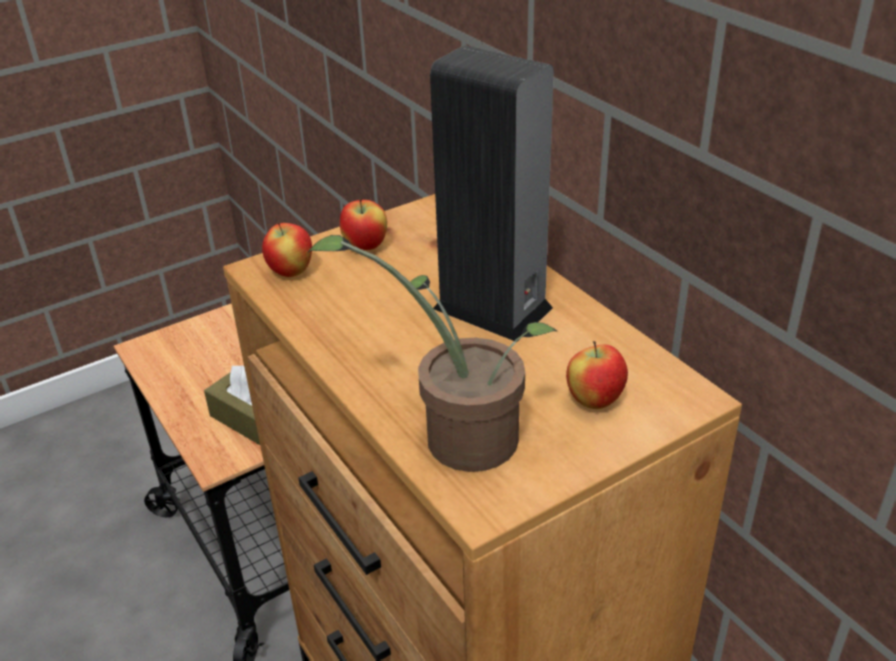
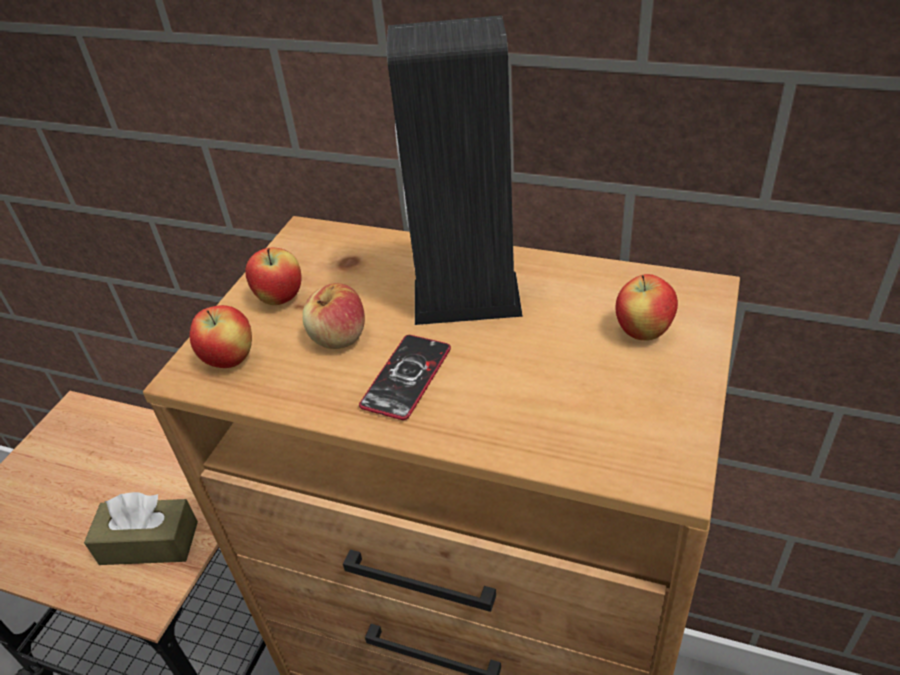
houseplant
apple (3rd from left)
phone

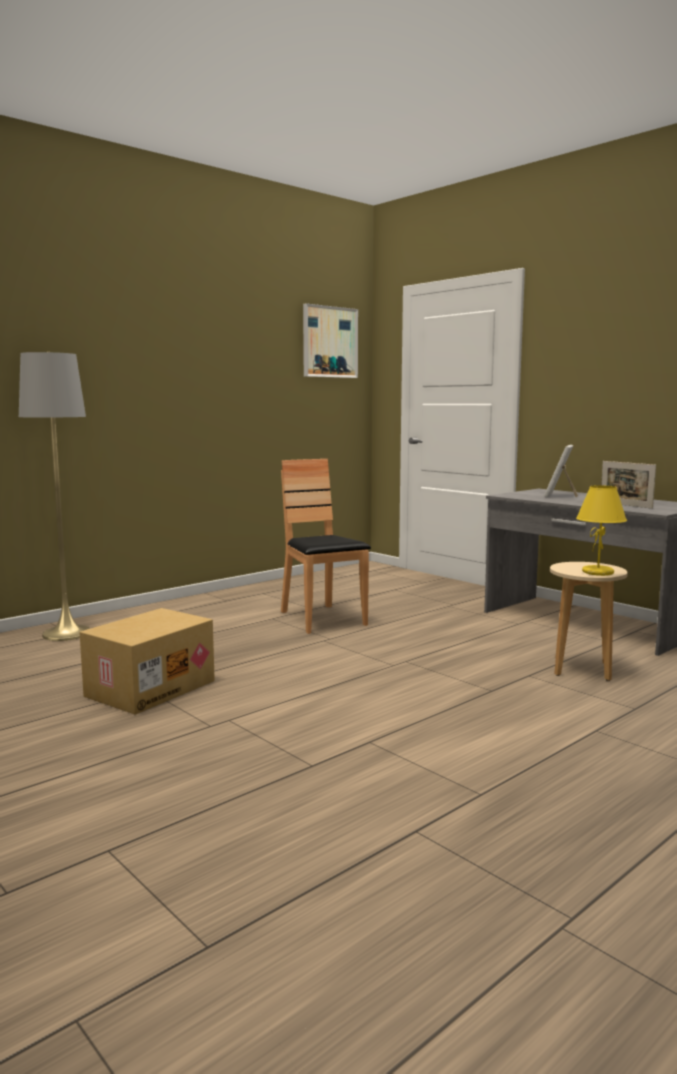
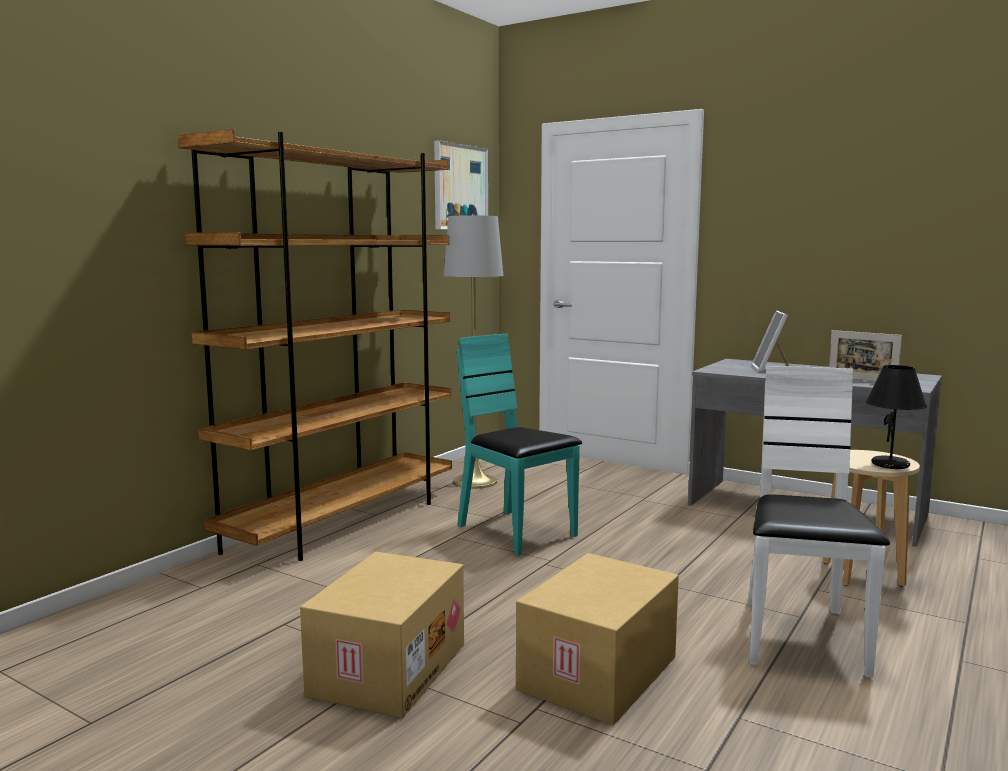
brown bookshelf
carton (2nd from left)
whitish chair
grey standard lamp
turquoise-coloured chair
black table lamp

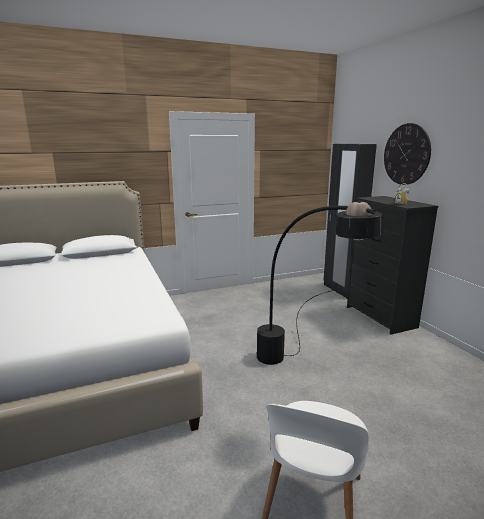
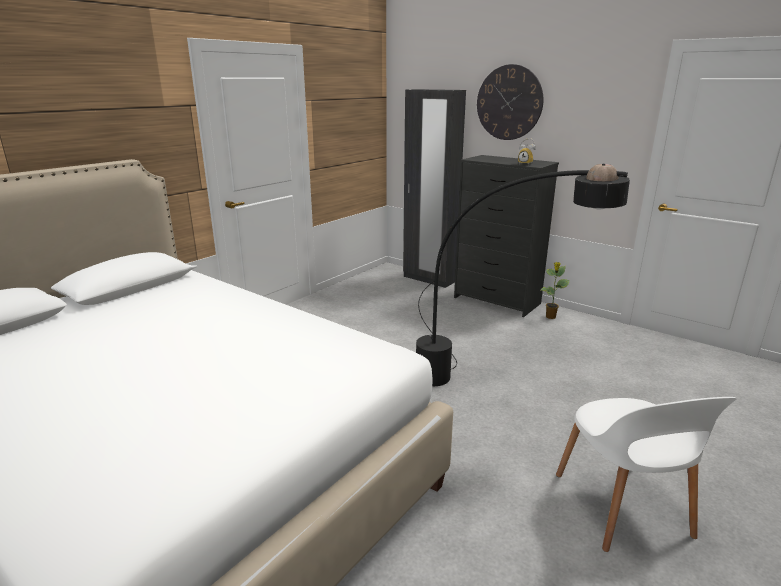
houseplant

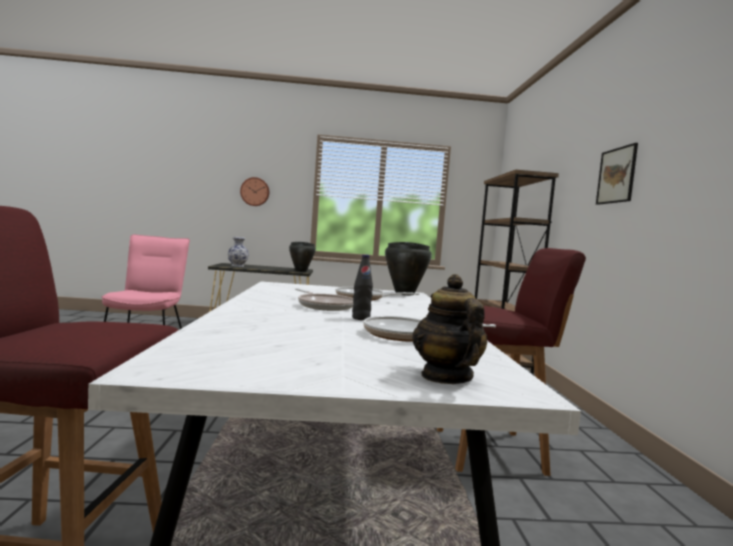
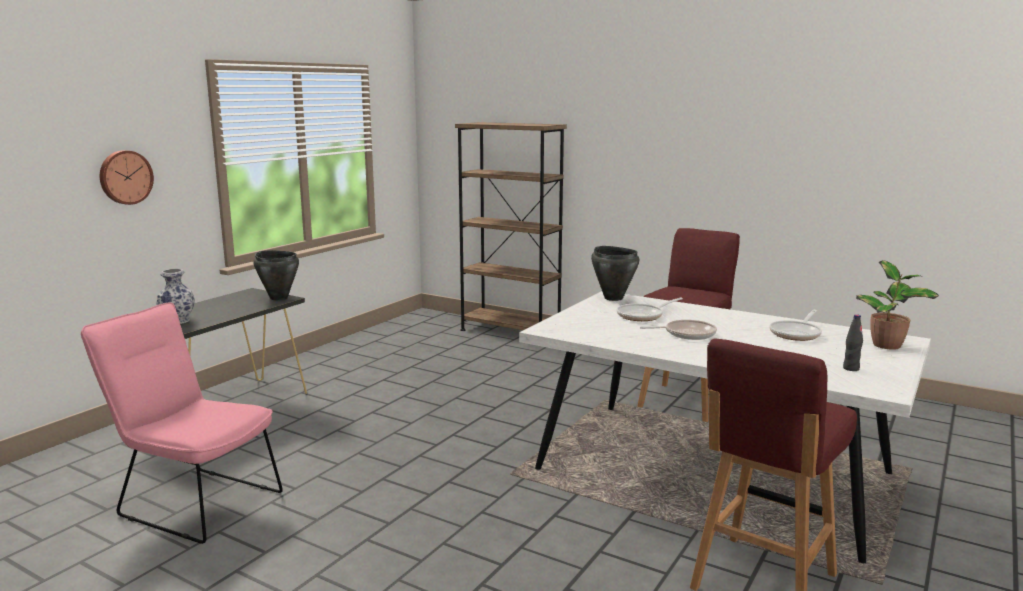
wall art
black drink bottle
houseplant

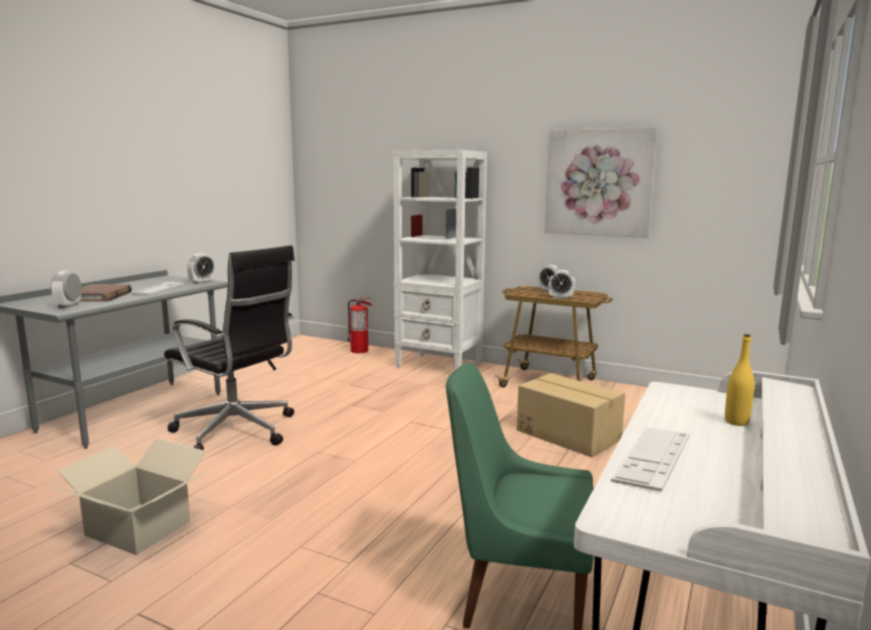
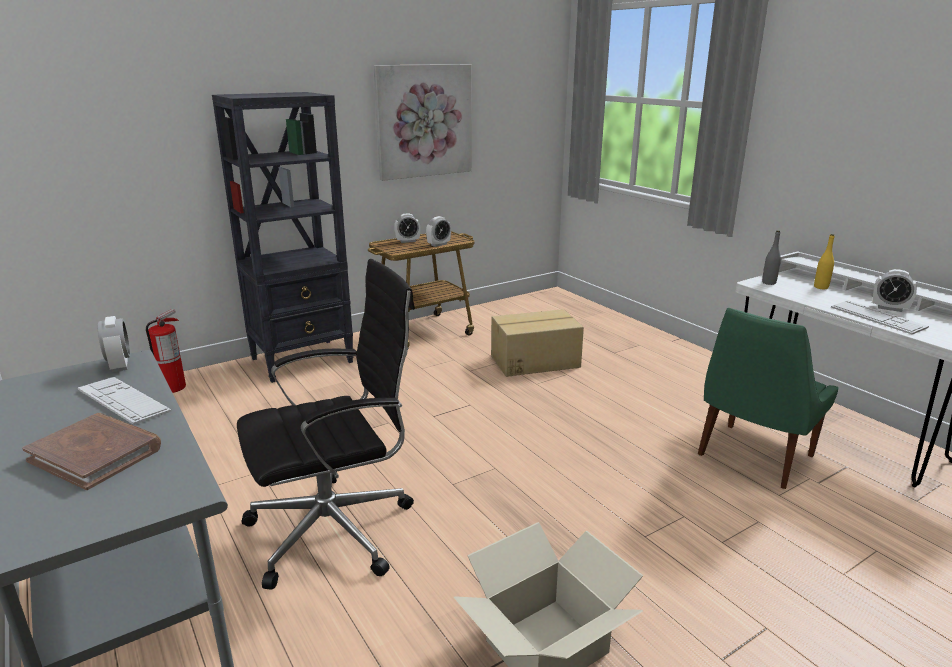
grey drink bottle
bedside clock (4th from left)
black bookshelf

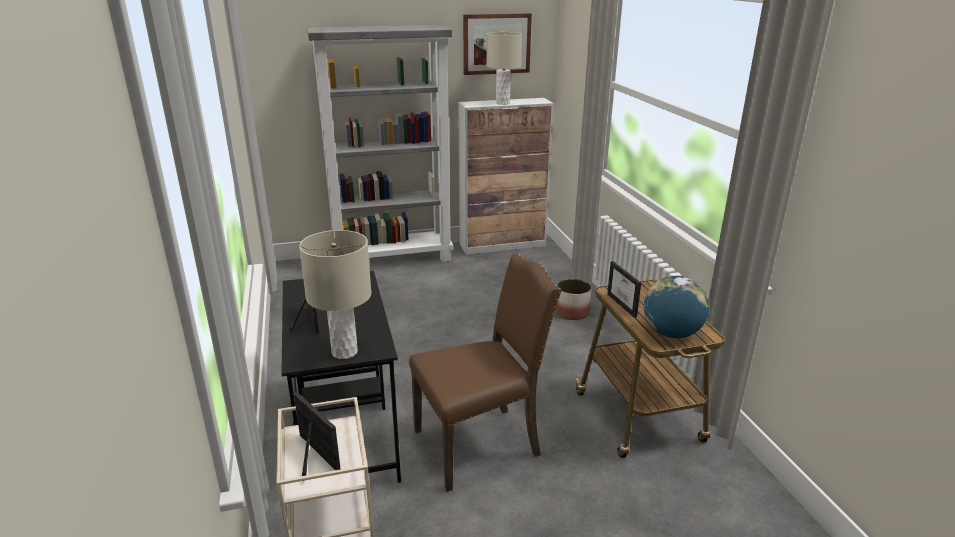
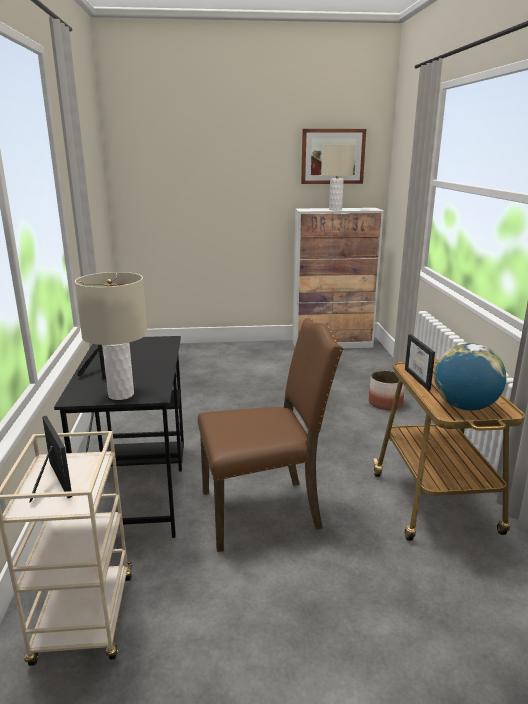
grey bookshelf

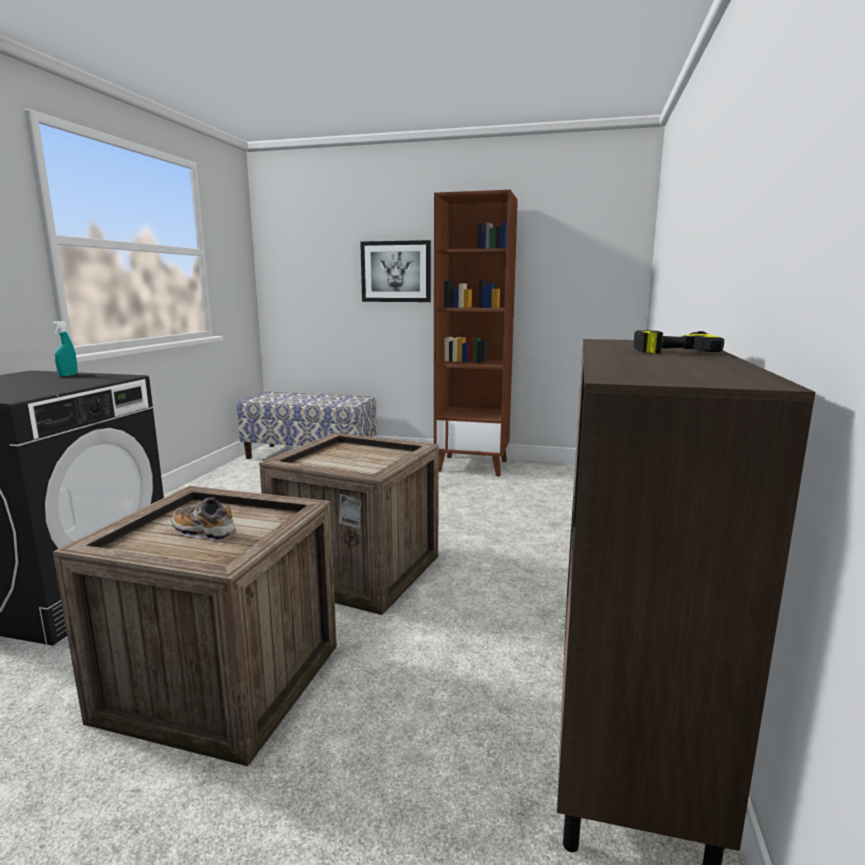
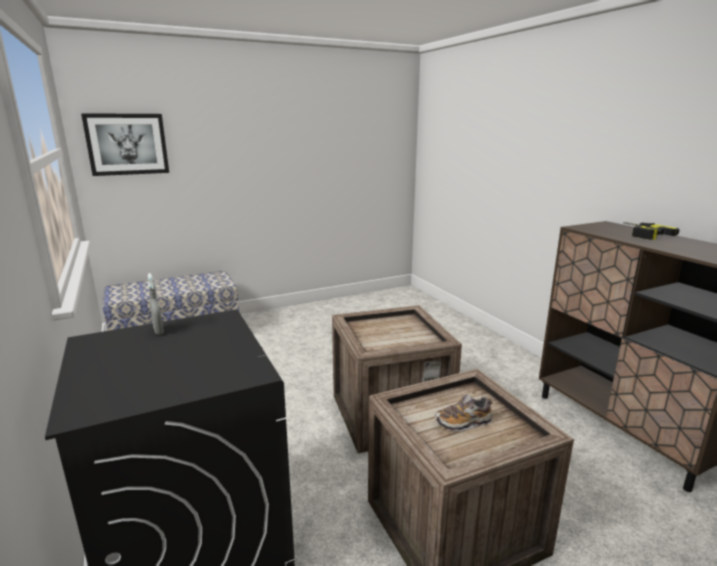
brown bookshelf
wall art
grey spray bottle

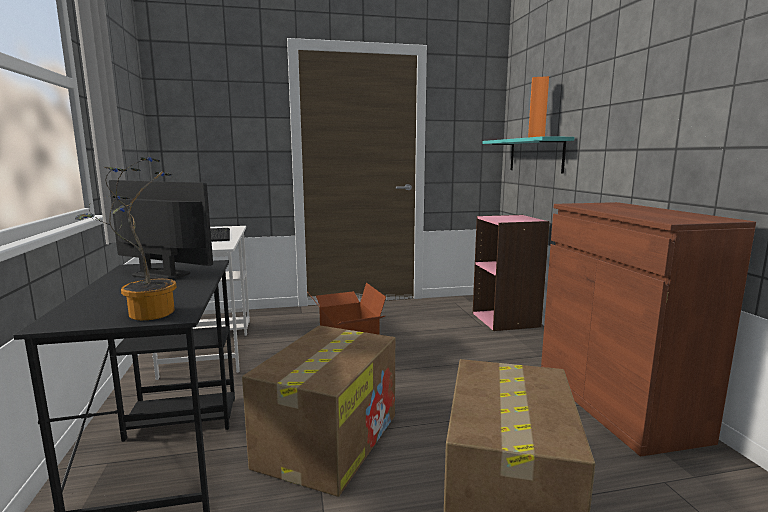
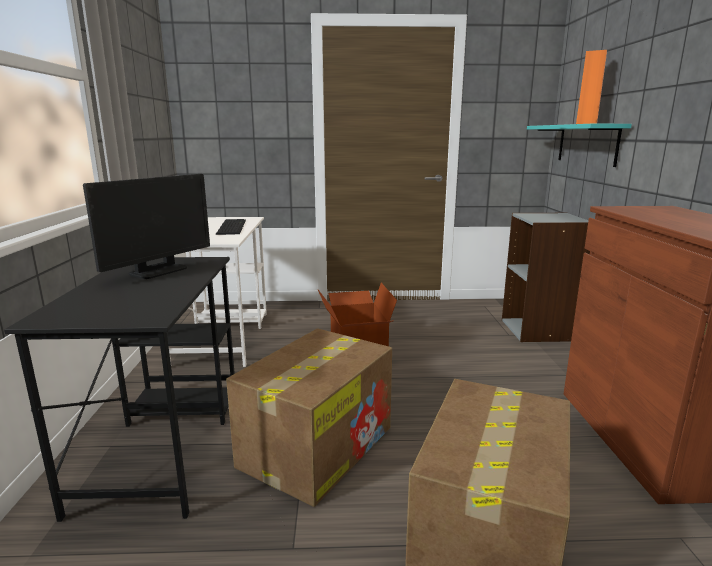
houseplant
grey bookshelf
computer display

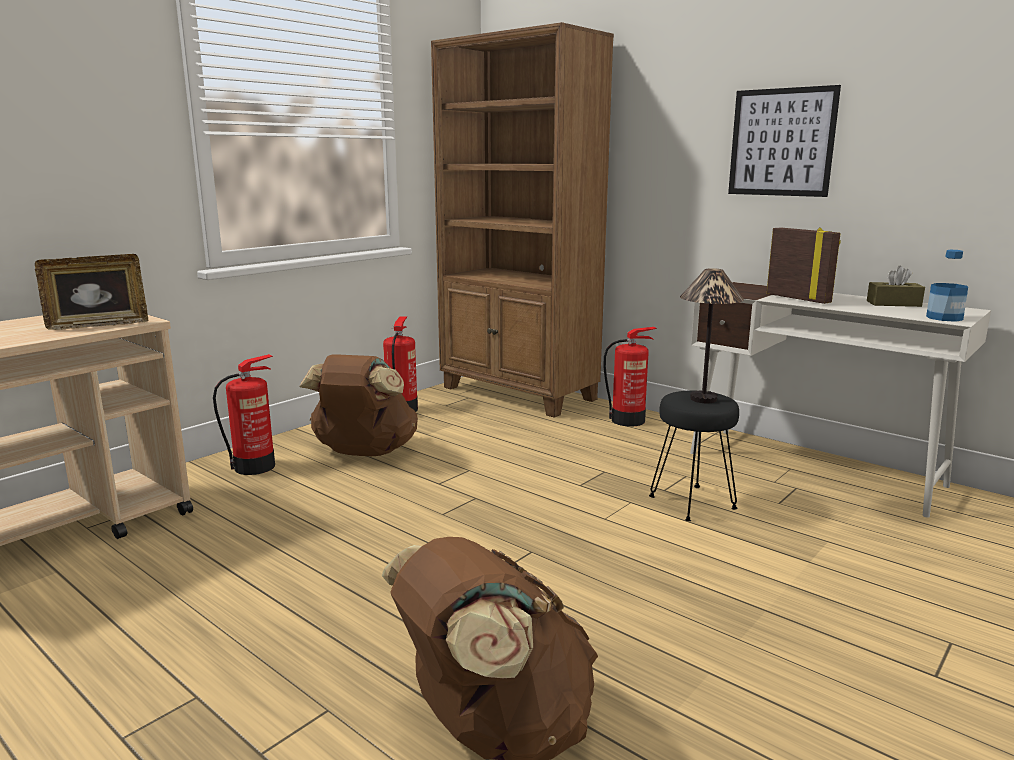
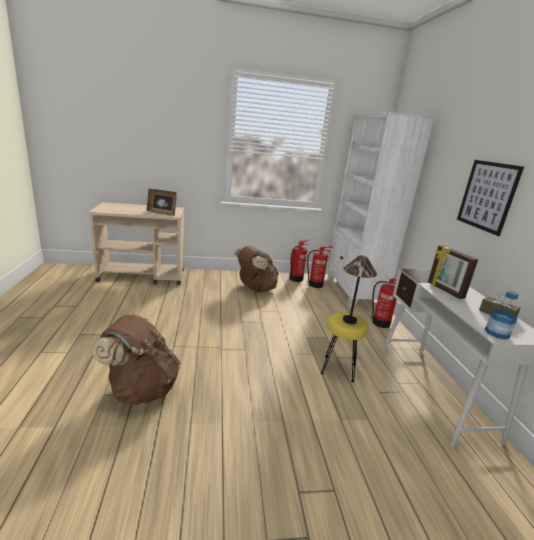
fire extinguisher (2nd from left)
whitish bookshelf
yellow-coloured sitting stool
picture frame (2nd from left)

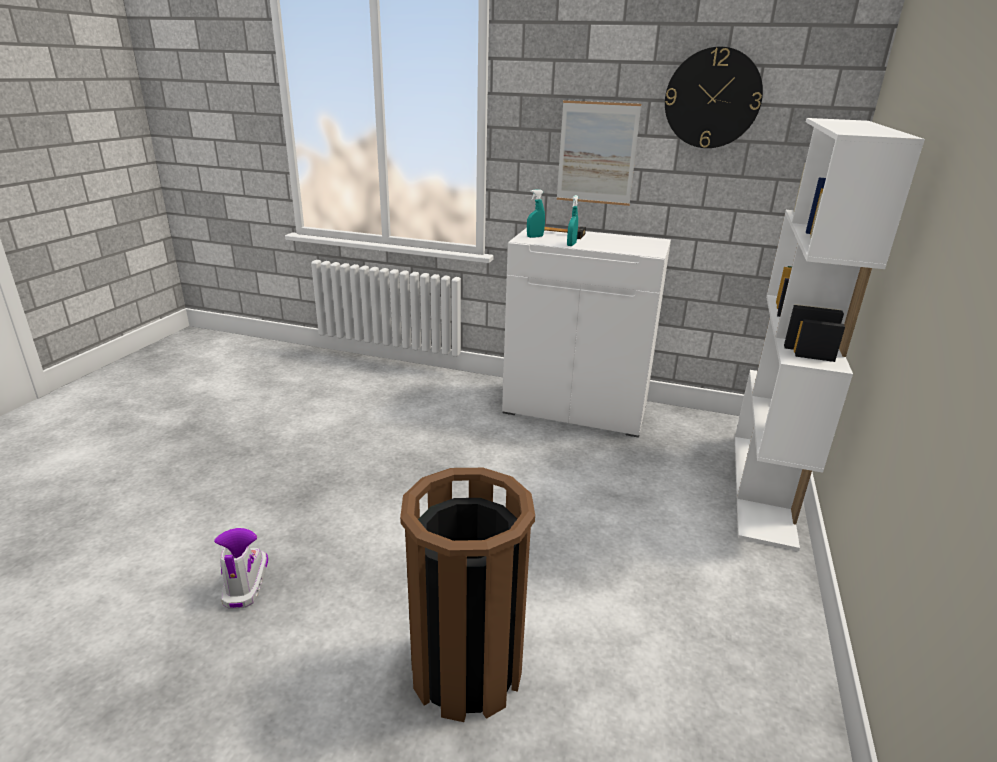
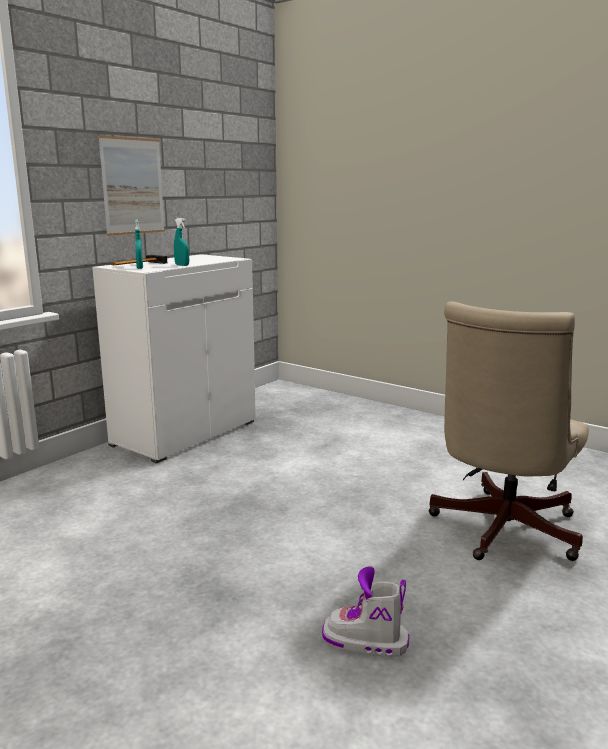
hanging clock
whitish bookshelf
beige-coloured computer chair

